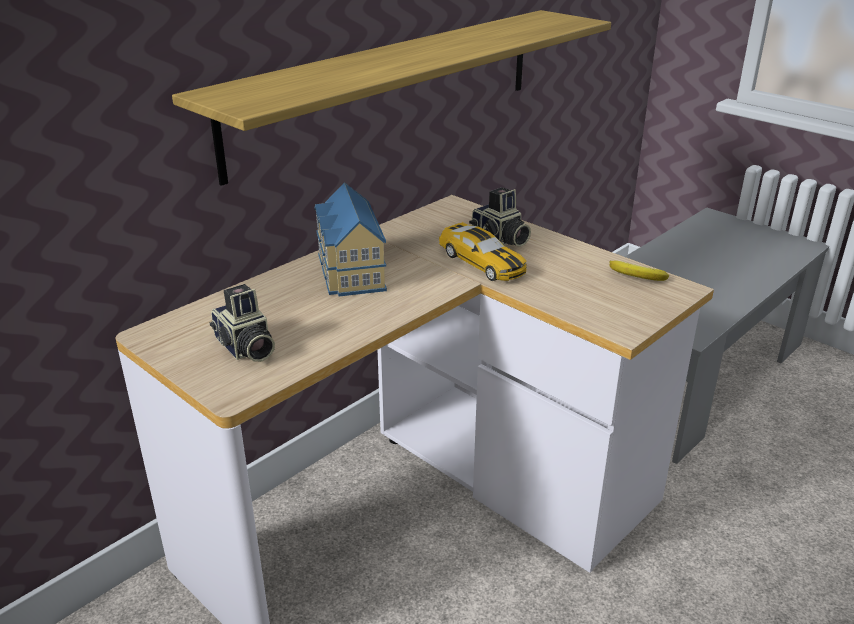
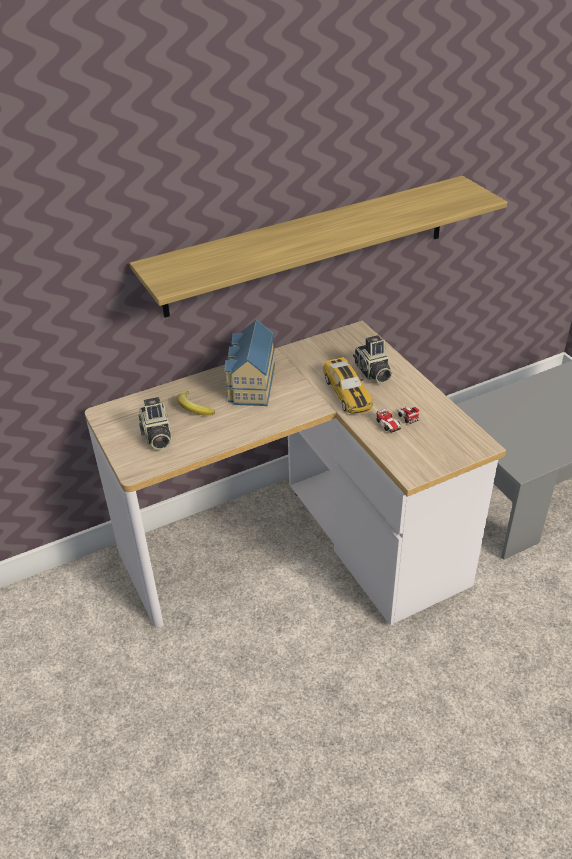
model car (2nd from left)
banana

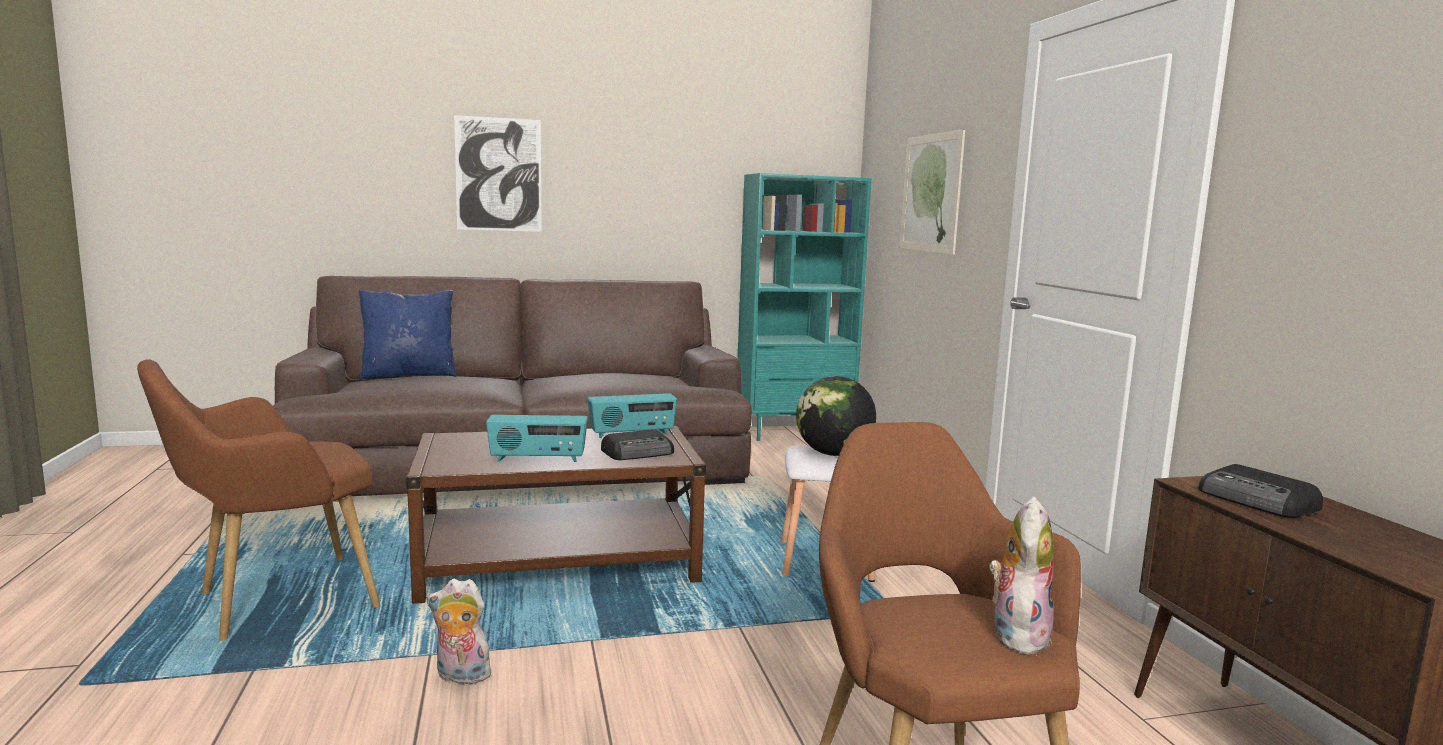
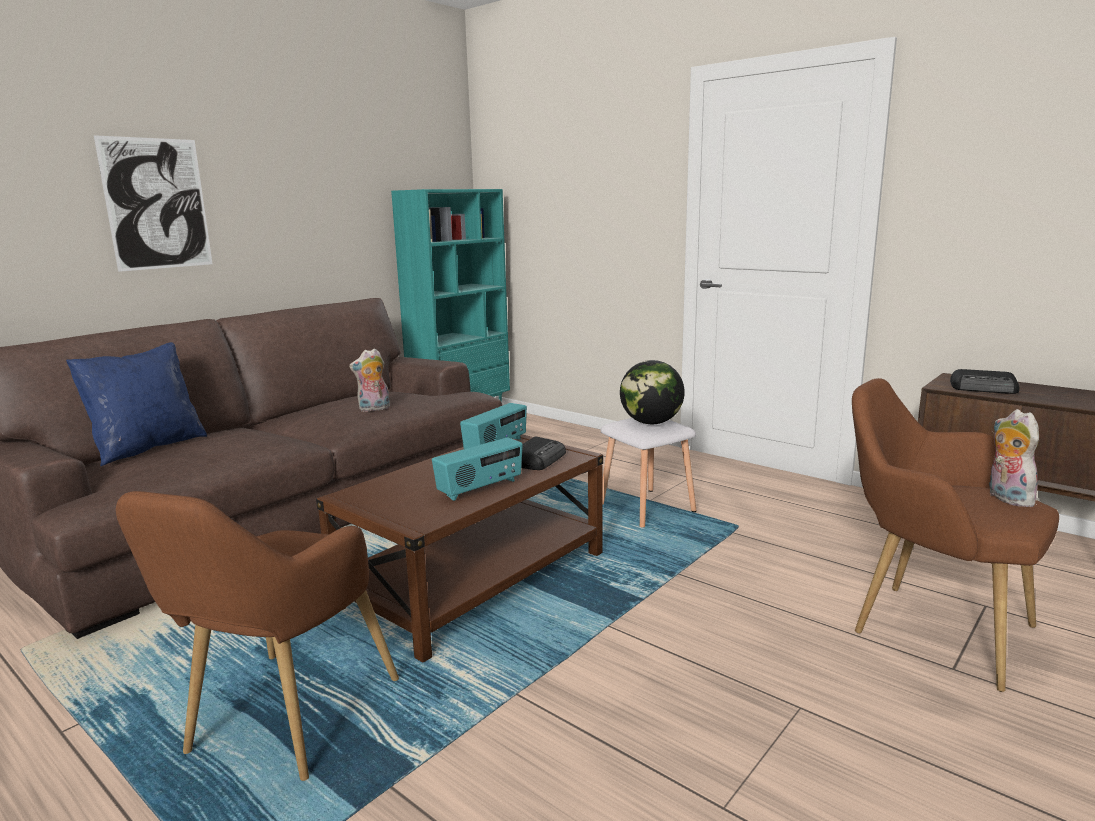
wall art (2nd from left in the first image)
cuddly toy (1st from left)

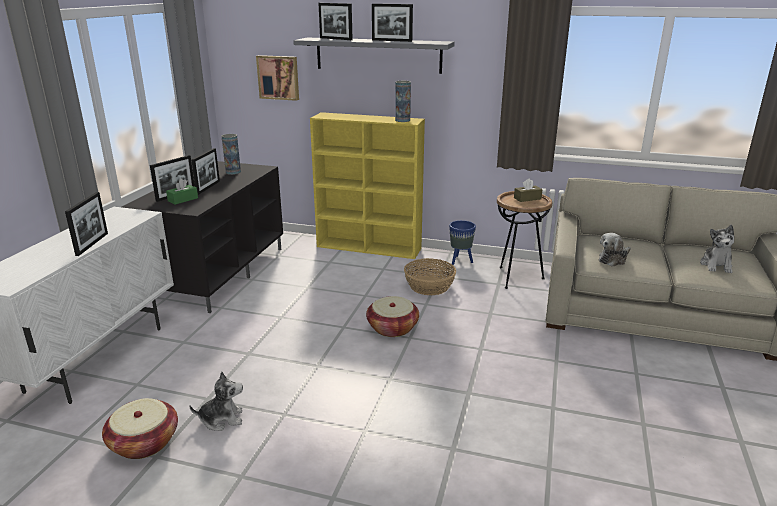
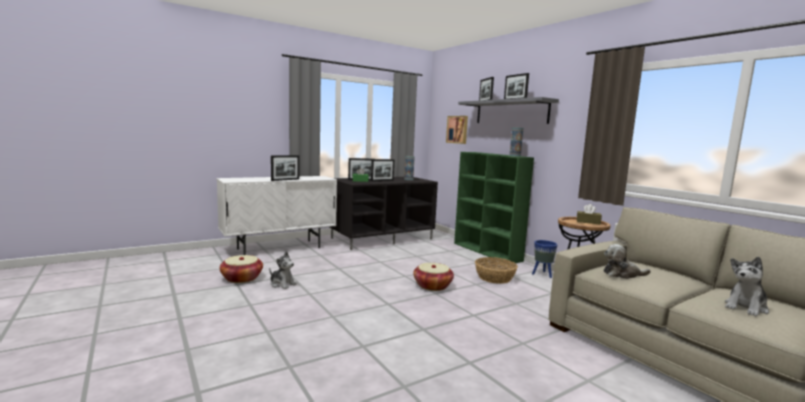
green bookshelf

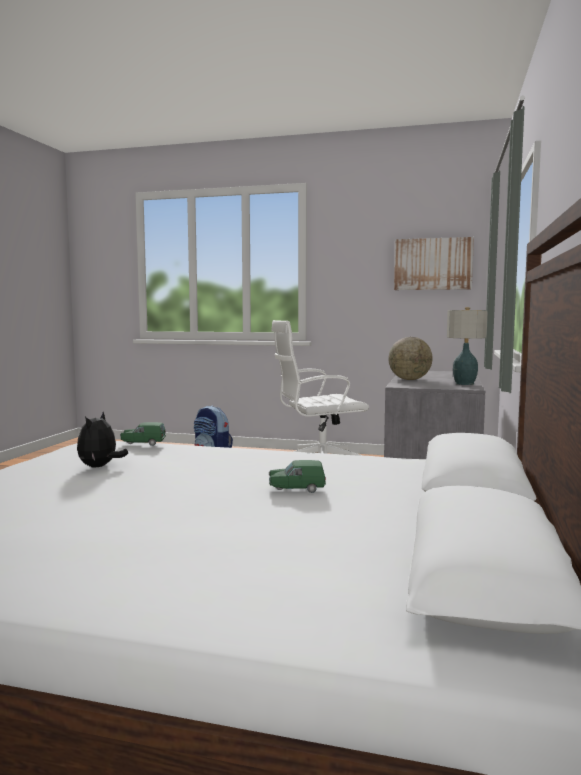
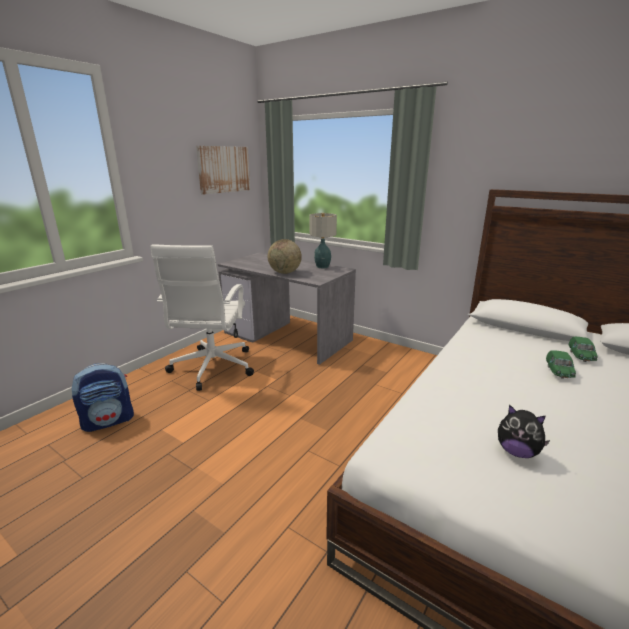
green model car (2nd from left)

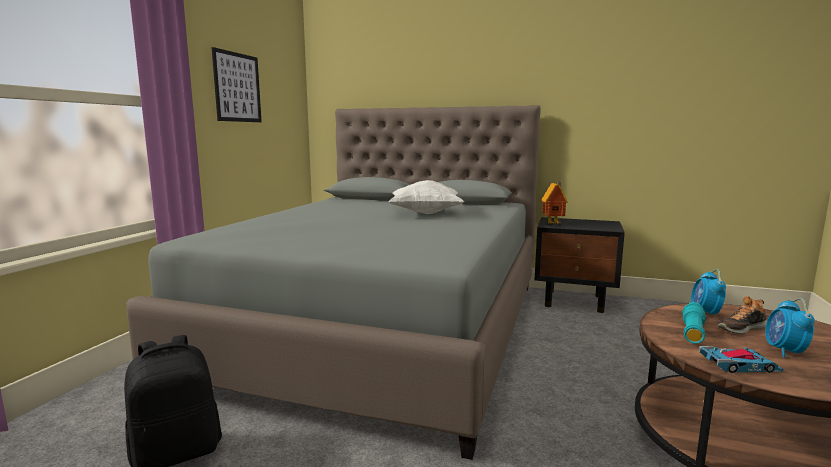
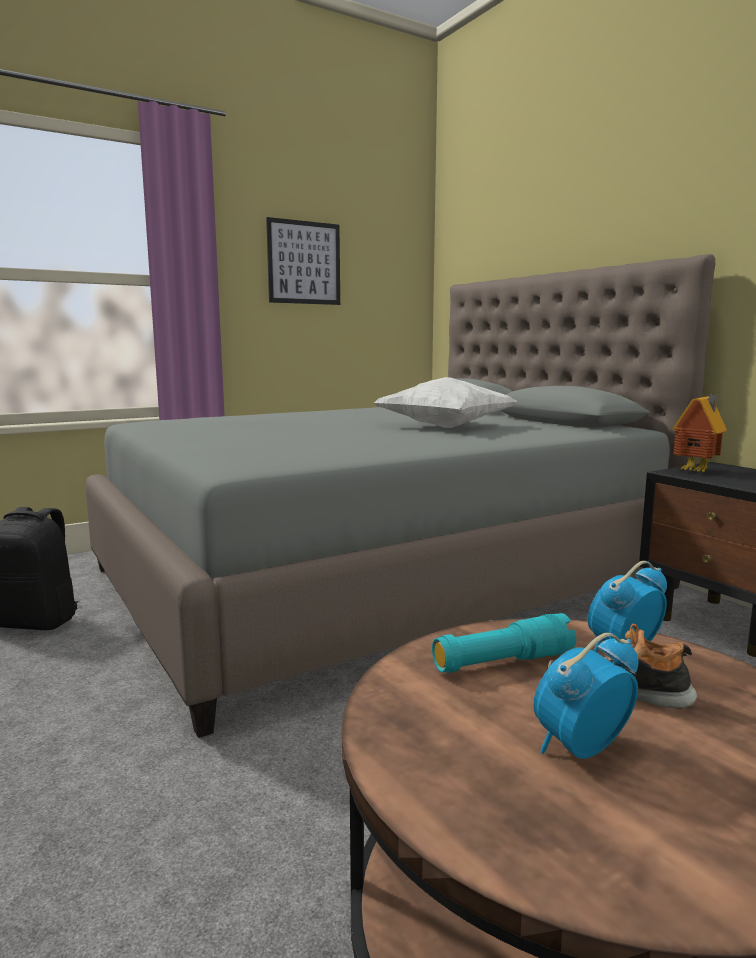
model car

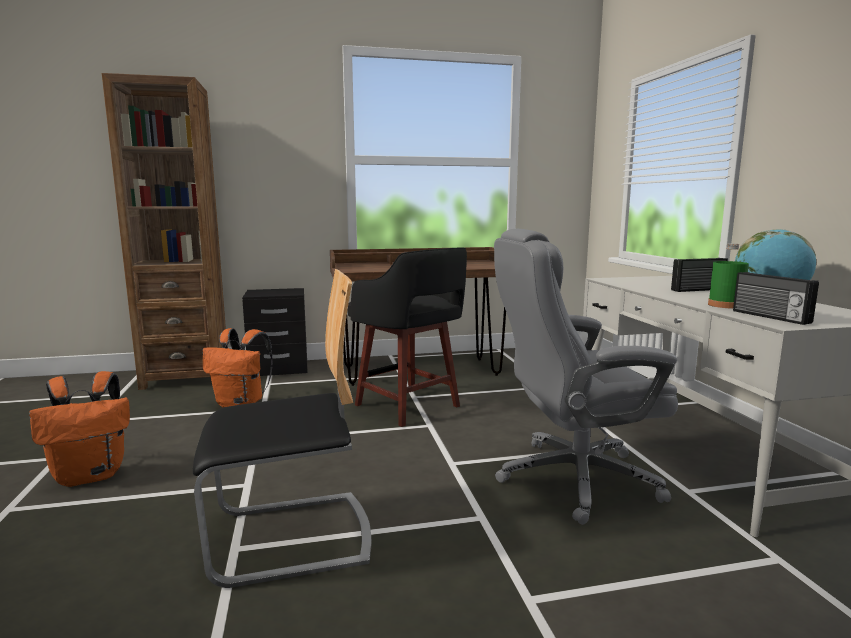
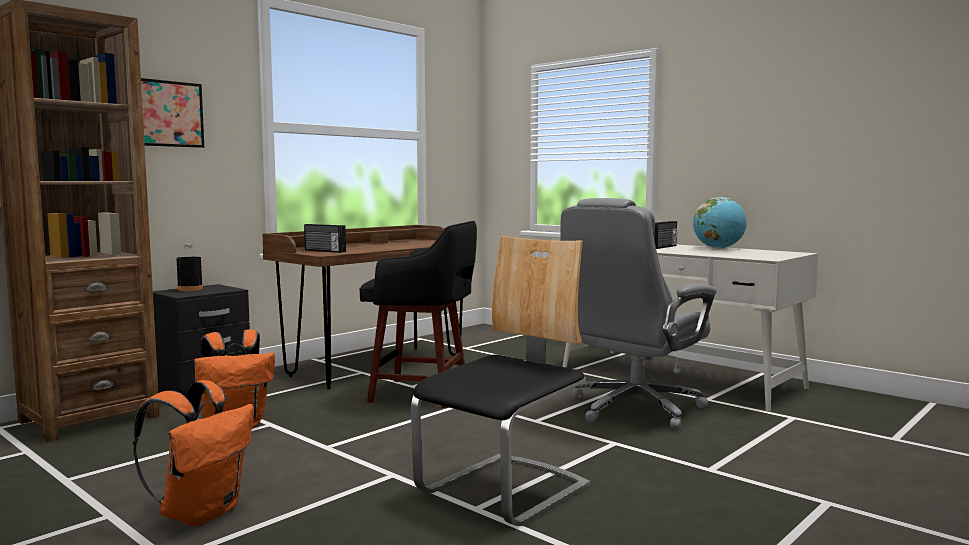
green drink bottle
wall art
black drink bottle
radio receiver (1st from left)

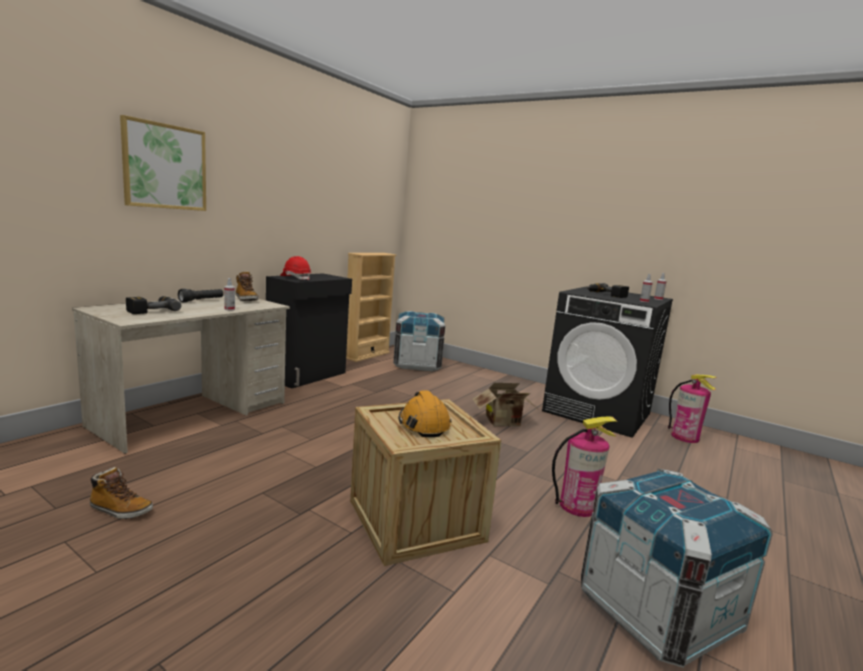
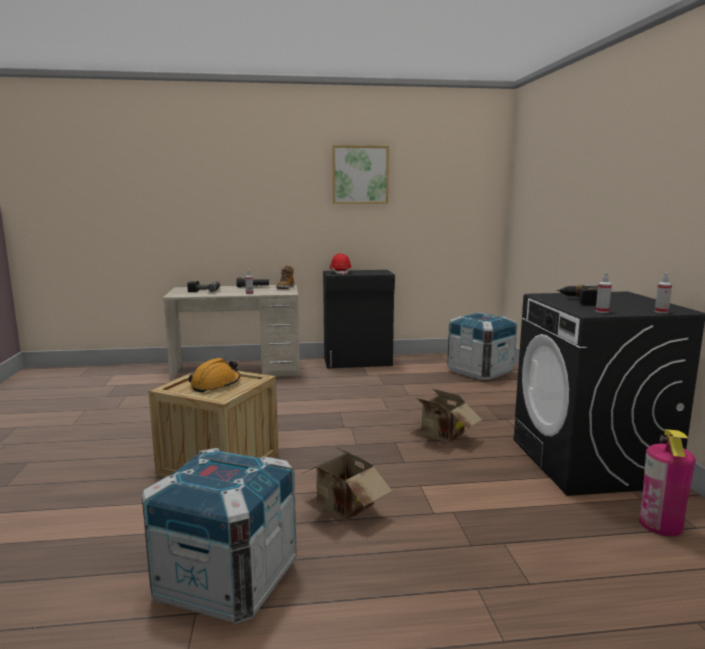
tall boot (1st from left in the first image)
beige-coloured bookshelf
wall art
carton (1st from left)

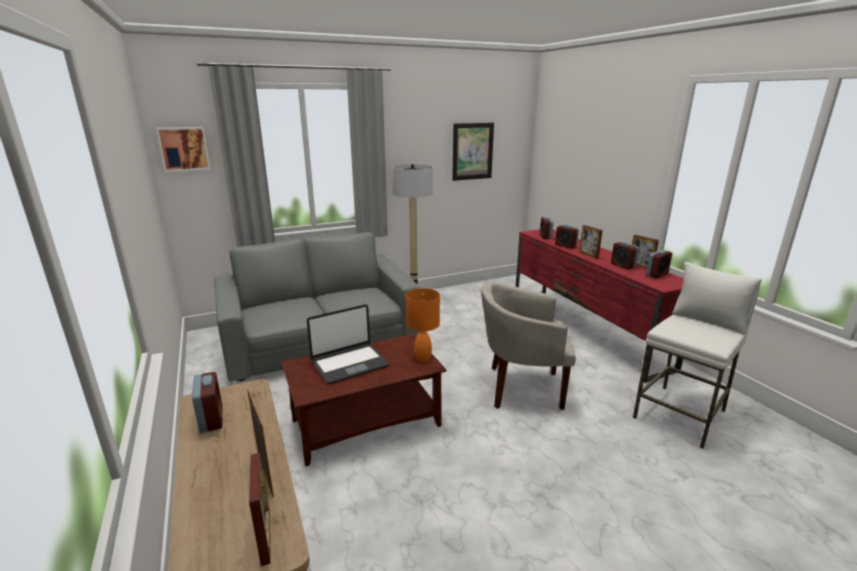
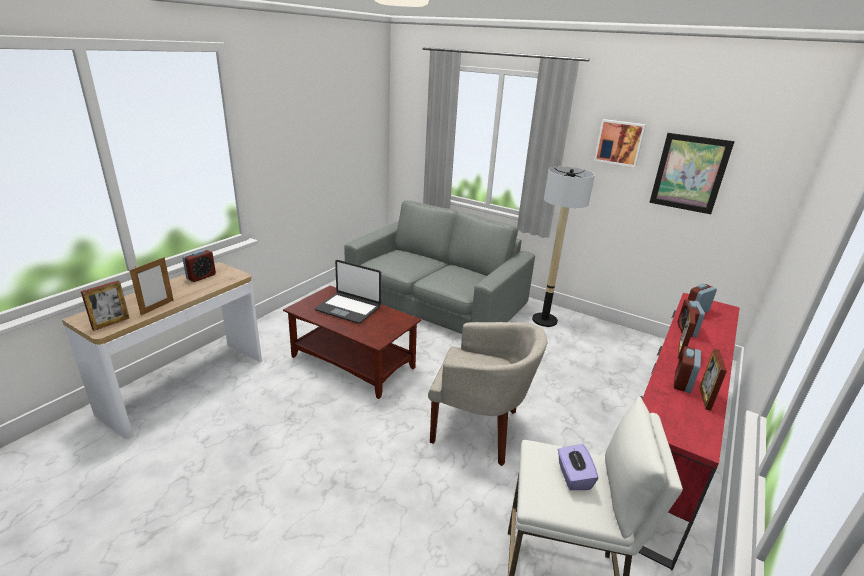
orange-coloured table lamp
bedside clock (5th from left in the first image)
purple-coloured box of tissues
wall art (1st from left)
beige-coloured lounge chair

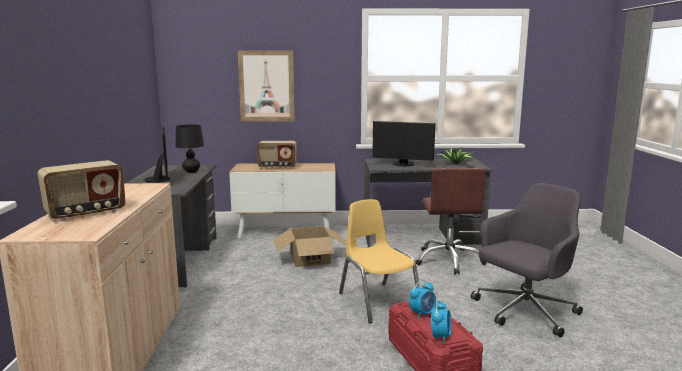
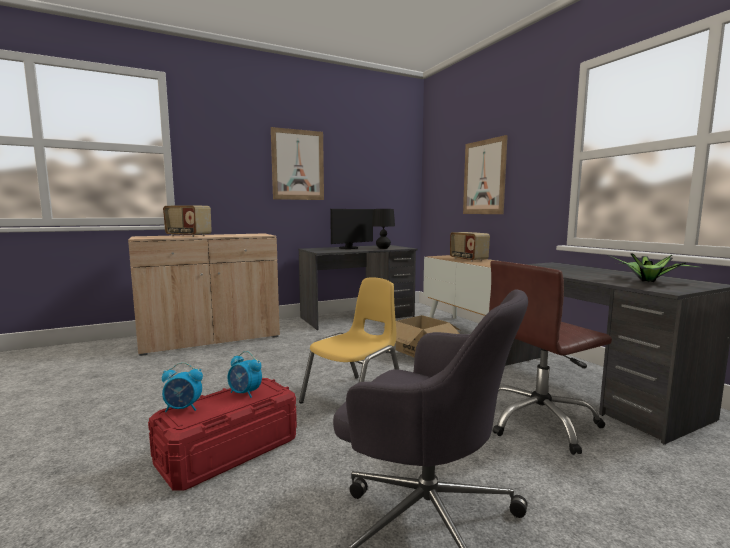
computer display (2nd from left in the first image)
wall art (1st from left)

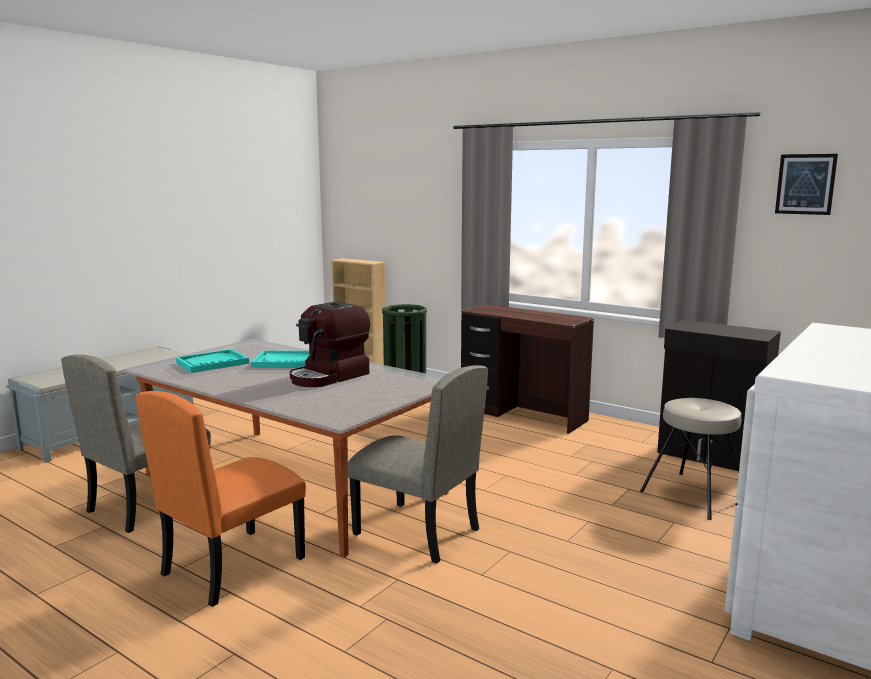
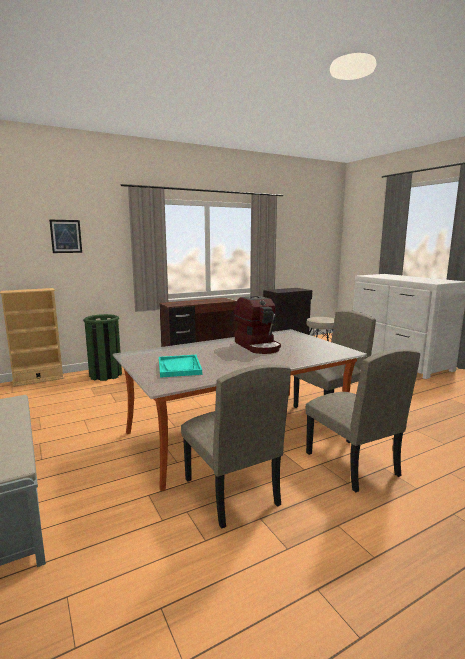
turquoise-coloured carrying tray (2nd from left in the first image)
wall art
beige-coloured chair (3rd from left)

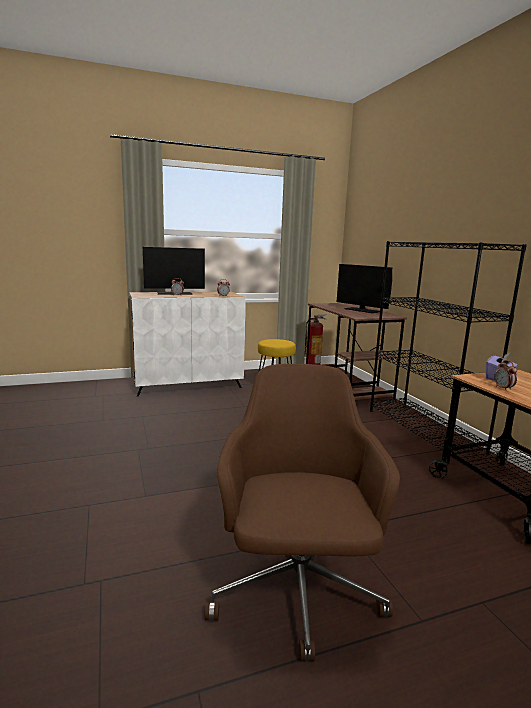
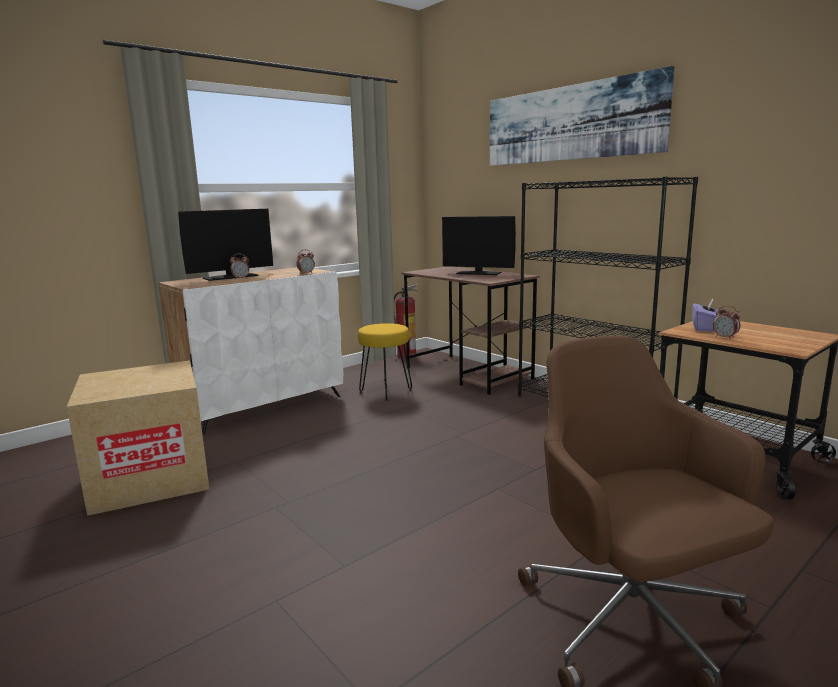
carton
wall art

